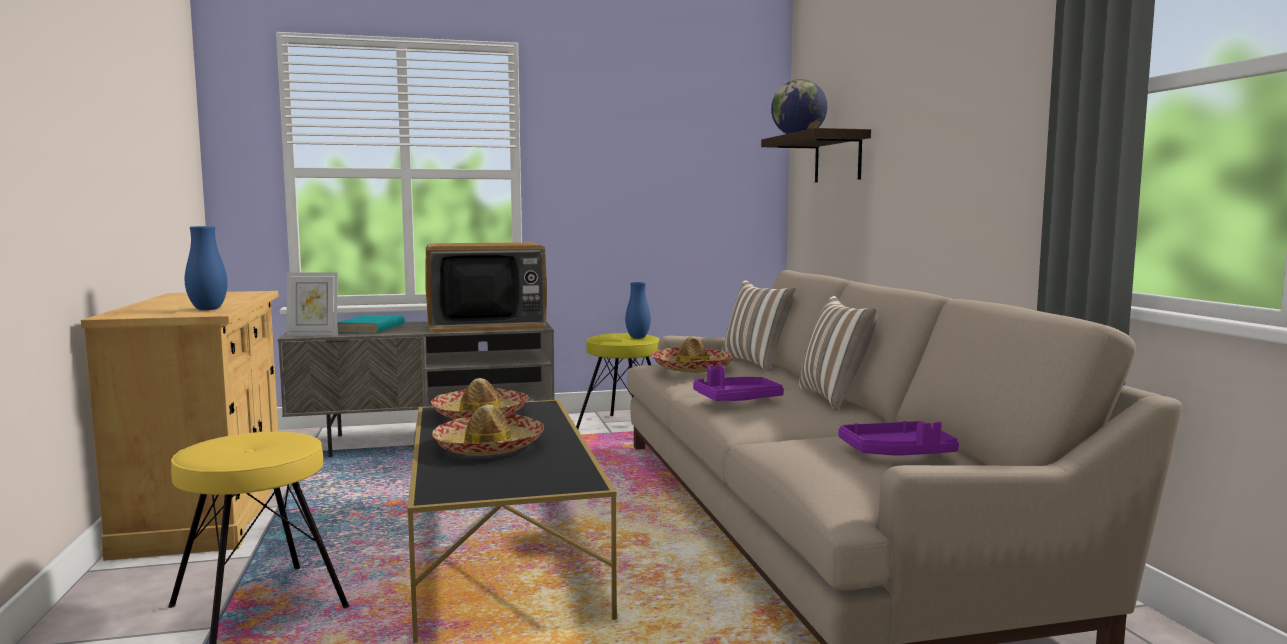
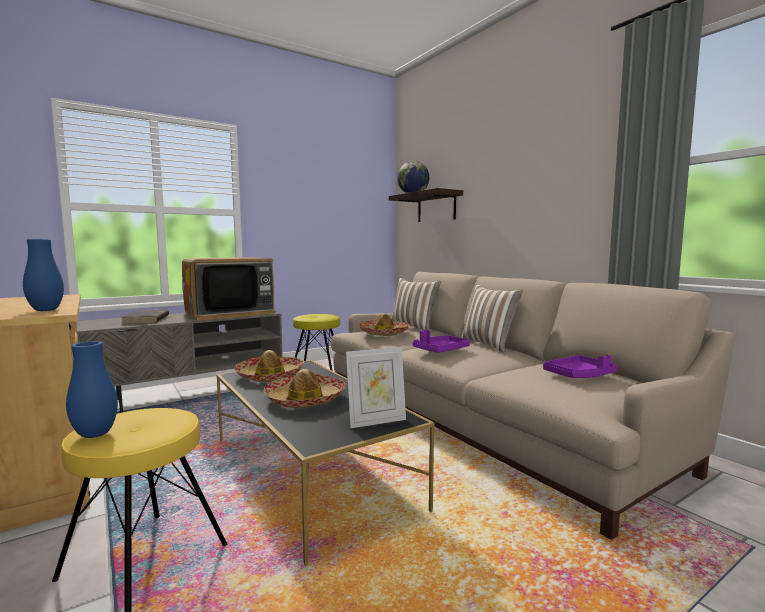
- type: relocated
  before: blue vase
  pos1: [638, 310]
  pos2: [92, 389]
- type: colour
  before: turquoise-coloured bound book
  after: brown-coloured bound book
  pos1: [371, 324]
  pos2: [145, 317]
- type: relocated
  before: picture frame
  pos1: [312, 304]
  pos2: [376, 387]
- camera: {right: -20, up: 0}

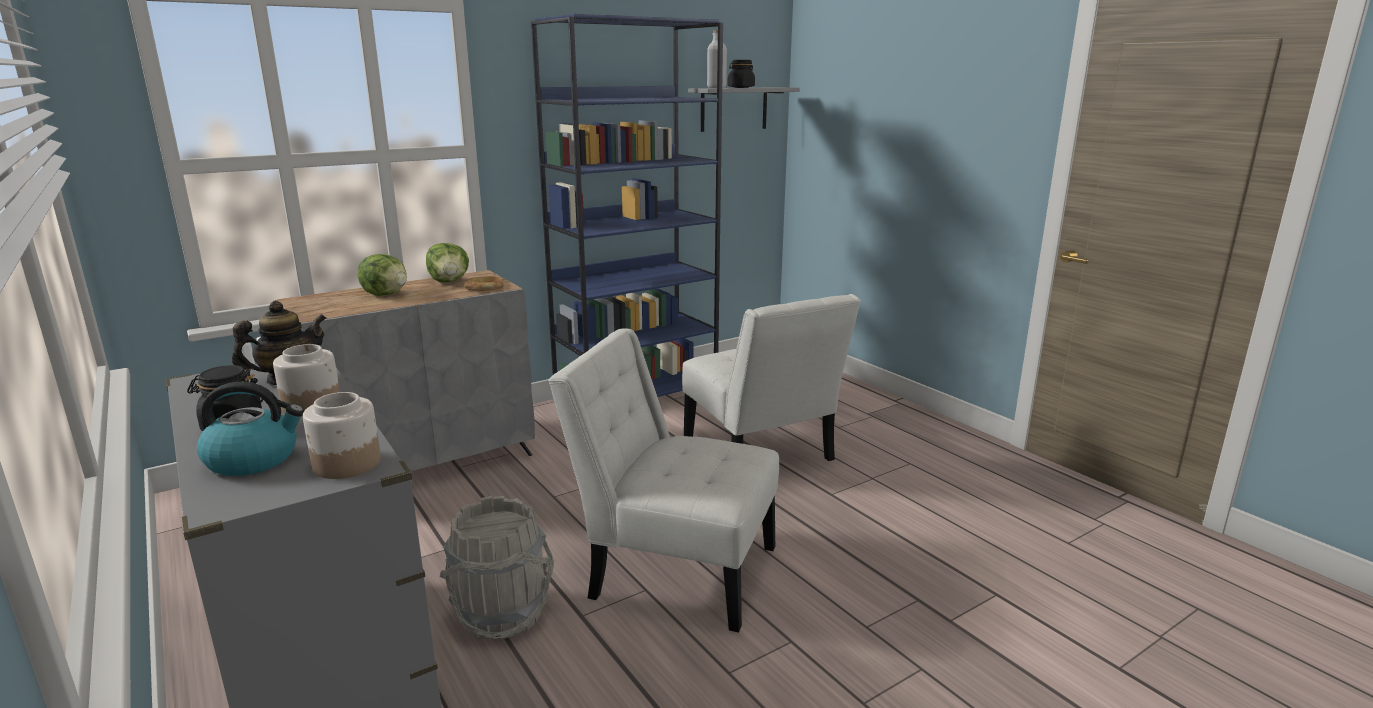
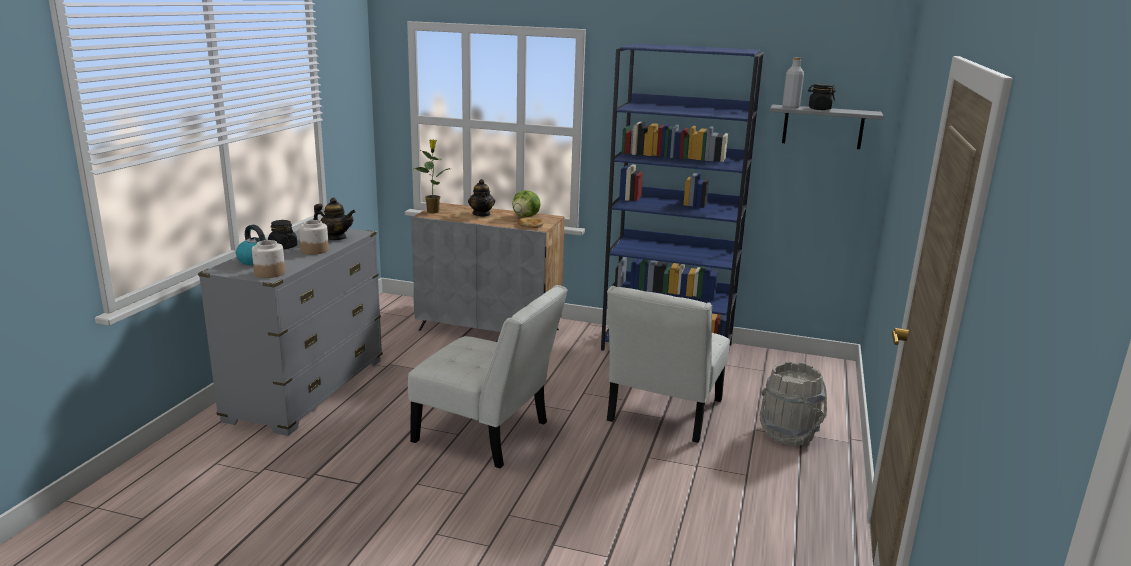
- type: spun
  before: whitish upright chair
  pos1: [663, 481]
  pos2: [488, 377]
  turn: 135
- type: appeared
  after: houseplant
  pos2: [432, 176]
- type: exchanged
  before: head of lettuce
  after: pot for tea
  pos1: [382, 275]
  pos2: [481, 198]
- type: relocated
  before: gray water bucket
  pos1: [497, 568]
  pos2: [793, 403]
- camera: {right: 50, up: 0}

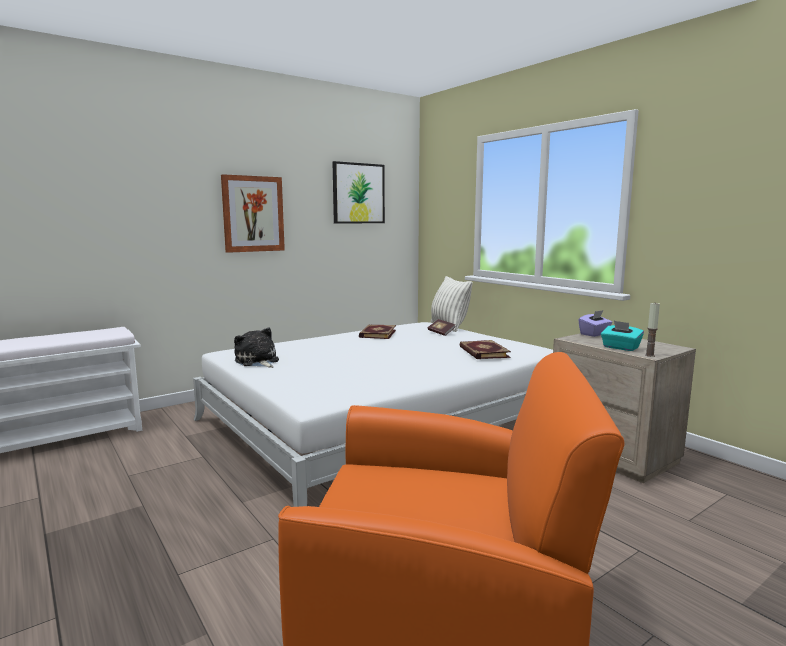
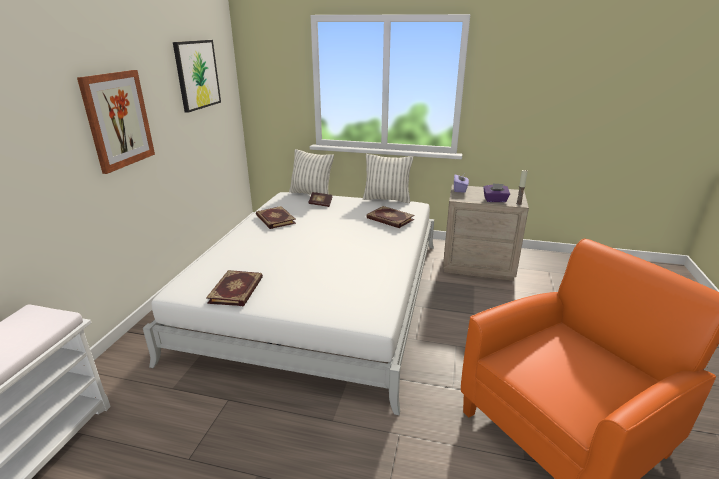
- type: exchanged
  before: plush toy
  after: bound book
  pos1: [256, 348]
  pos2: [234, 288]
- type: appeared
  after: cushion
  pos2: [388, 178]
- type: colour
  before: turquoise-coloured box of tissues
  after: purple-coloured box of tissues
  pos1: [622, 336]
  pos2: [496, 192]
- camera: {right: -40, up: 15}

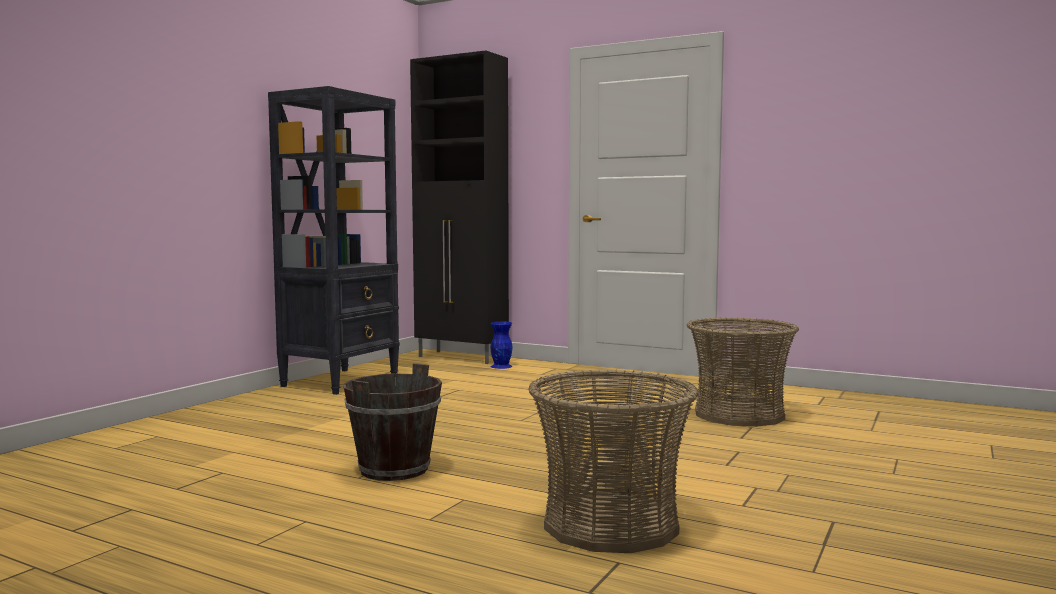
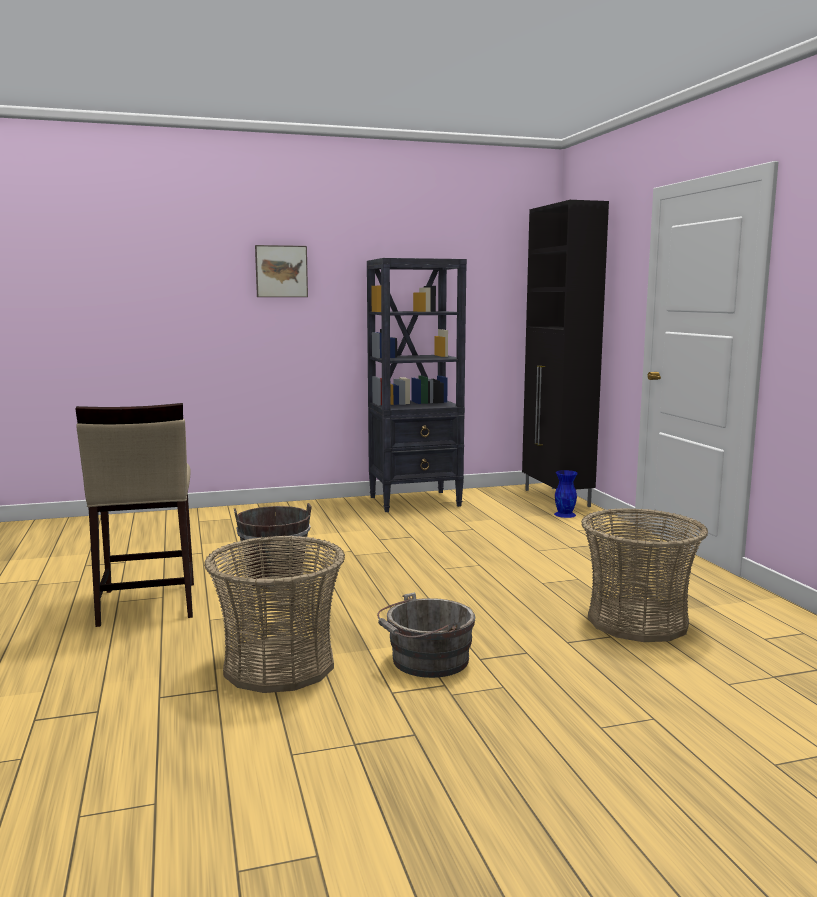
- type: appeared
  after: beige stool
  pos2: [134, 515]
- type: appeared
  after: picture
  pos2: [281, 271]
- type: appeared
  after: gray water bucket
  pos2: [426, 635]
- camera: {right: 45, up: 5}

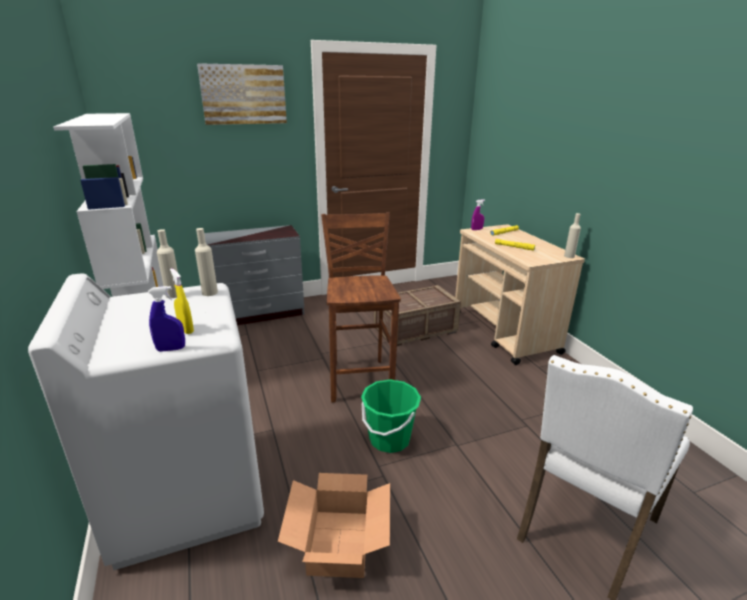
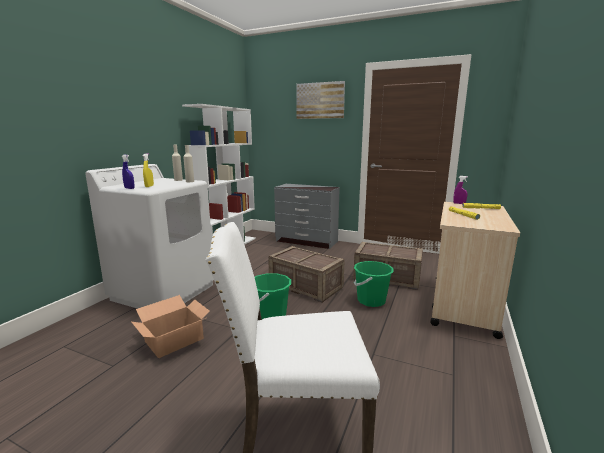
- type: exchanged
  before: brown-coloured stool
  after: shipping crate
  pos1: [361, 307]
  pos2: [306, 274]
- type: appeared
  after: green water bucket
  pos2: [374, 284]
- type: missing
  before: beige drink bottle
  pos1: [572, 235]
- camera: {right: 45, up: -10}

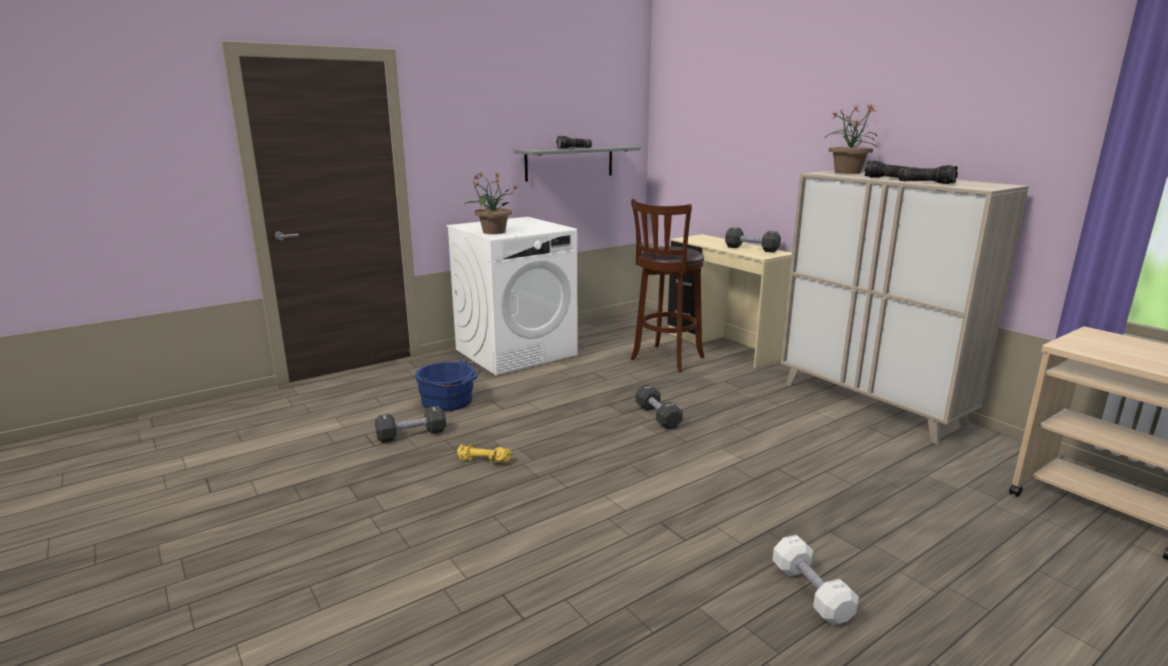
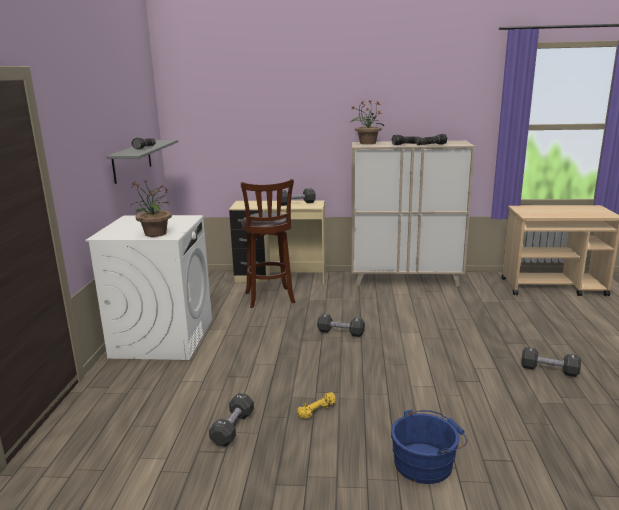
- type: relocated
  before: blue water bucket
  pos1: [448, 385]
  pos2: [429, 446]
- type: colour
  before: whitish free weight
  after: black free weight
  pos1: [816, 580]
  pos2: [551, 362]
- camera: {right: -50, up: 0}

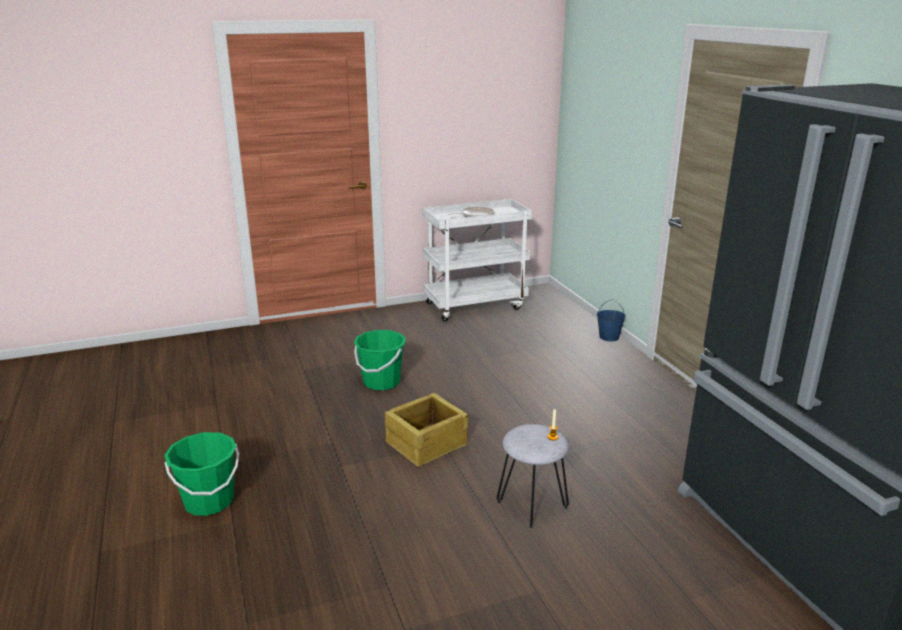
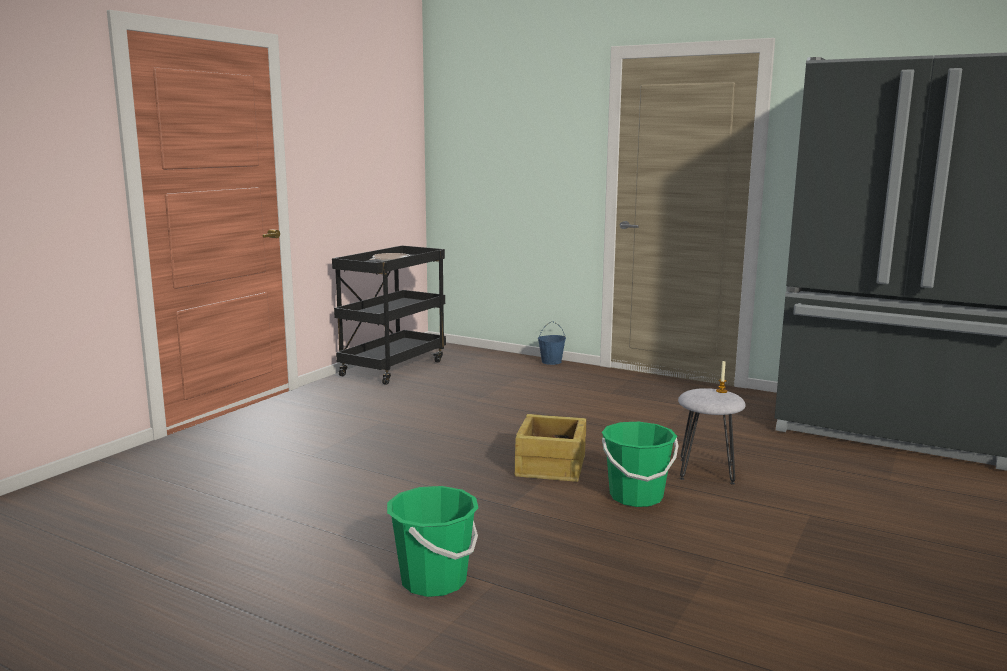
- type: colour
  before: whitish cart
  after: black cart
  pos1: [477, 260]
  pos2: [389, 315]
- type: relocated
  before: green water bucket
  pos1: [380, 360]
  pos2: [640, 464]
- camera: {right: -40, up: -10}

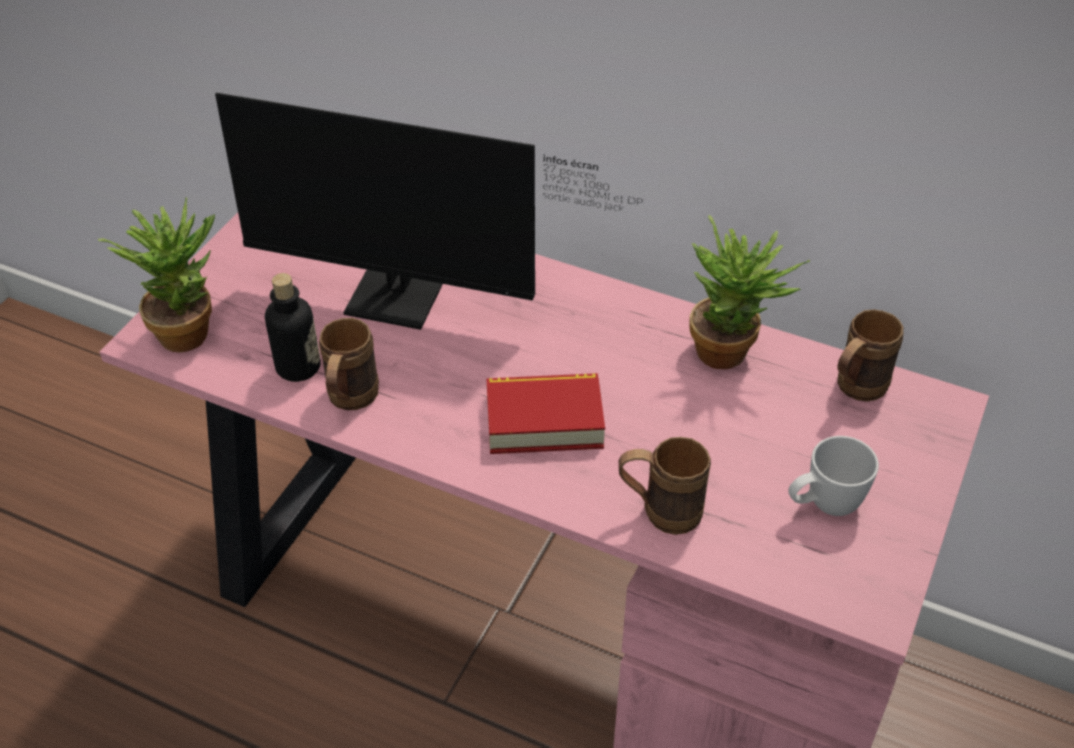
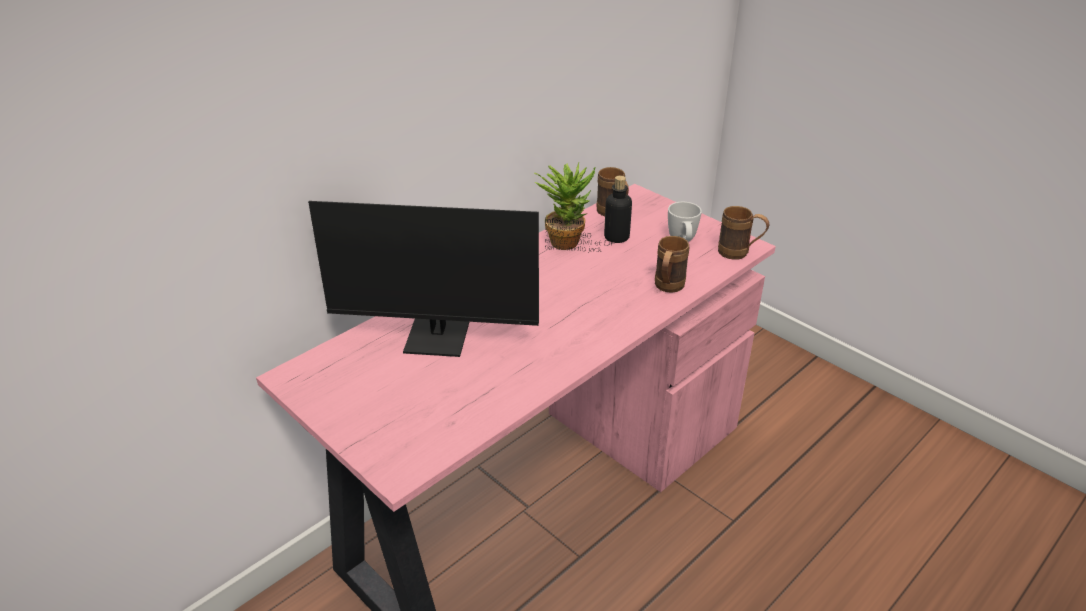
- type: spun
  before: monitor
  pos1: [429, 211]
  pos2: [461, 279]
  turn: 60
- type: relocated
  before: drink bottle
  pos1: [293, 327]
  pos2: [618, 209]
- type: relocated
  before: brown-coloured mug
  pos1: [349, 364]
  pos2: [743, 233]
- type: missing
  before: houseplant
  pos1: [156, 275]
- type: missing
  before: bound book
  pos1: [545, 413]
- camera: {right: -70, up: -10}

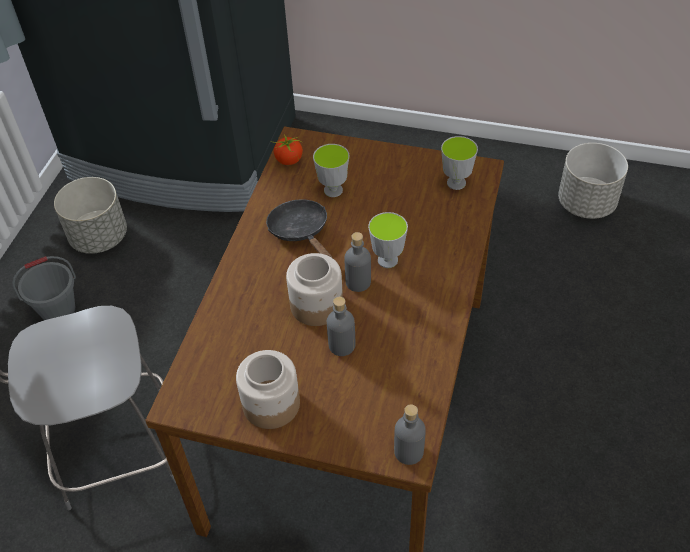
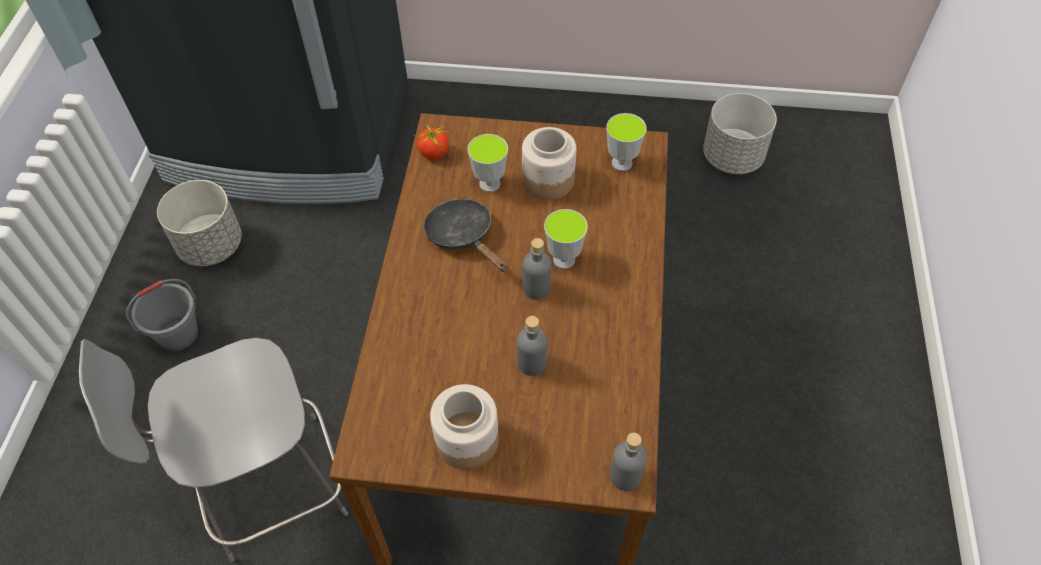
- type: relocated
  before: preserve jar
  pos1: [314, 289]
  pos2: [549, 163]
- camera: {right: -10, up: 5}

